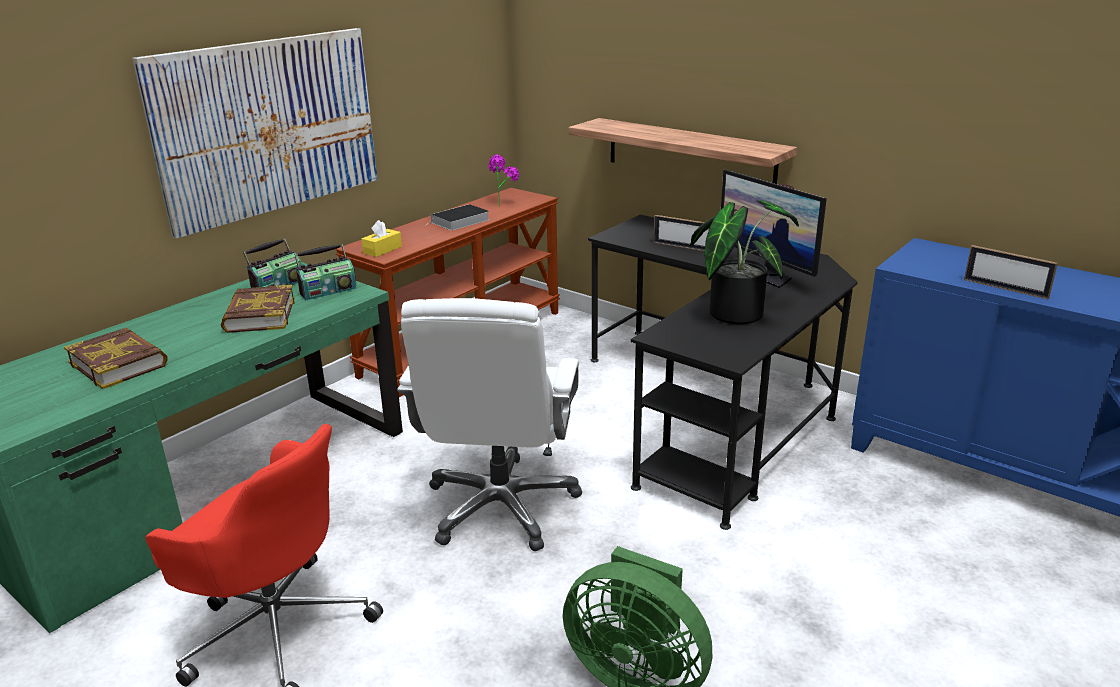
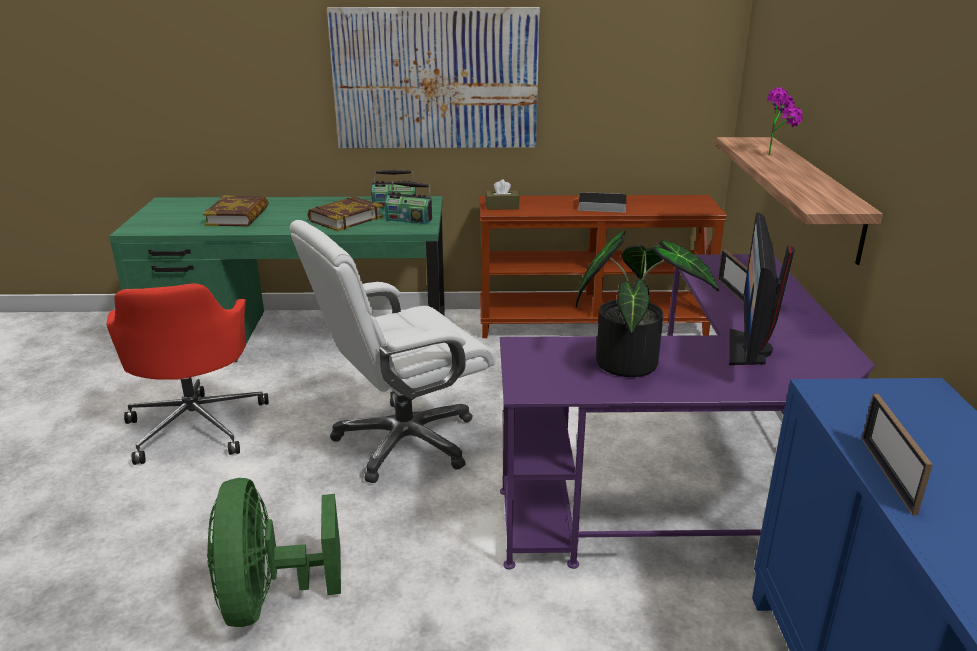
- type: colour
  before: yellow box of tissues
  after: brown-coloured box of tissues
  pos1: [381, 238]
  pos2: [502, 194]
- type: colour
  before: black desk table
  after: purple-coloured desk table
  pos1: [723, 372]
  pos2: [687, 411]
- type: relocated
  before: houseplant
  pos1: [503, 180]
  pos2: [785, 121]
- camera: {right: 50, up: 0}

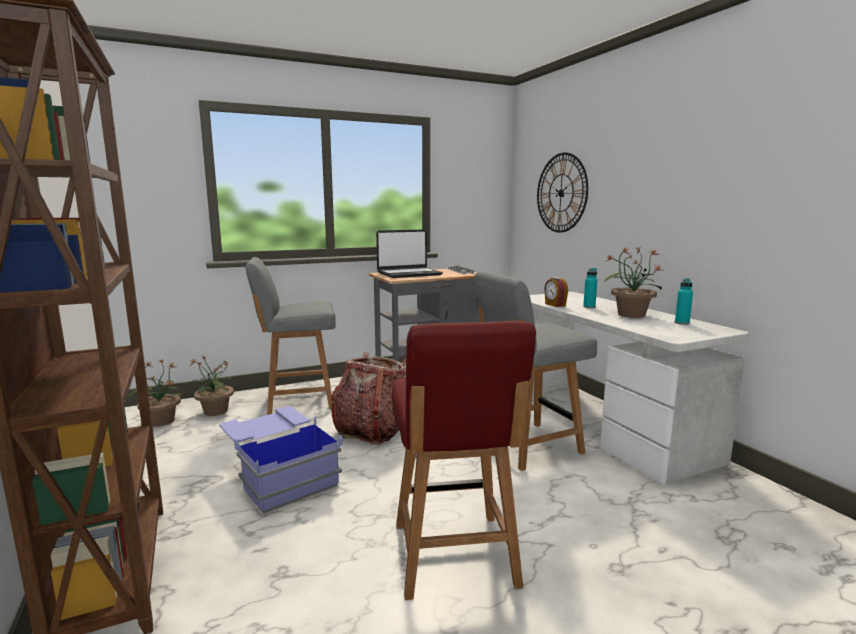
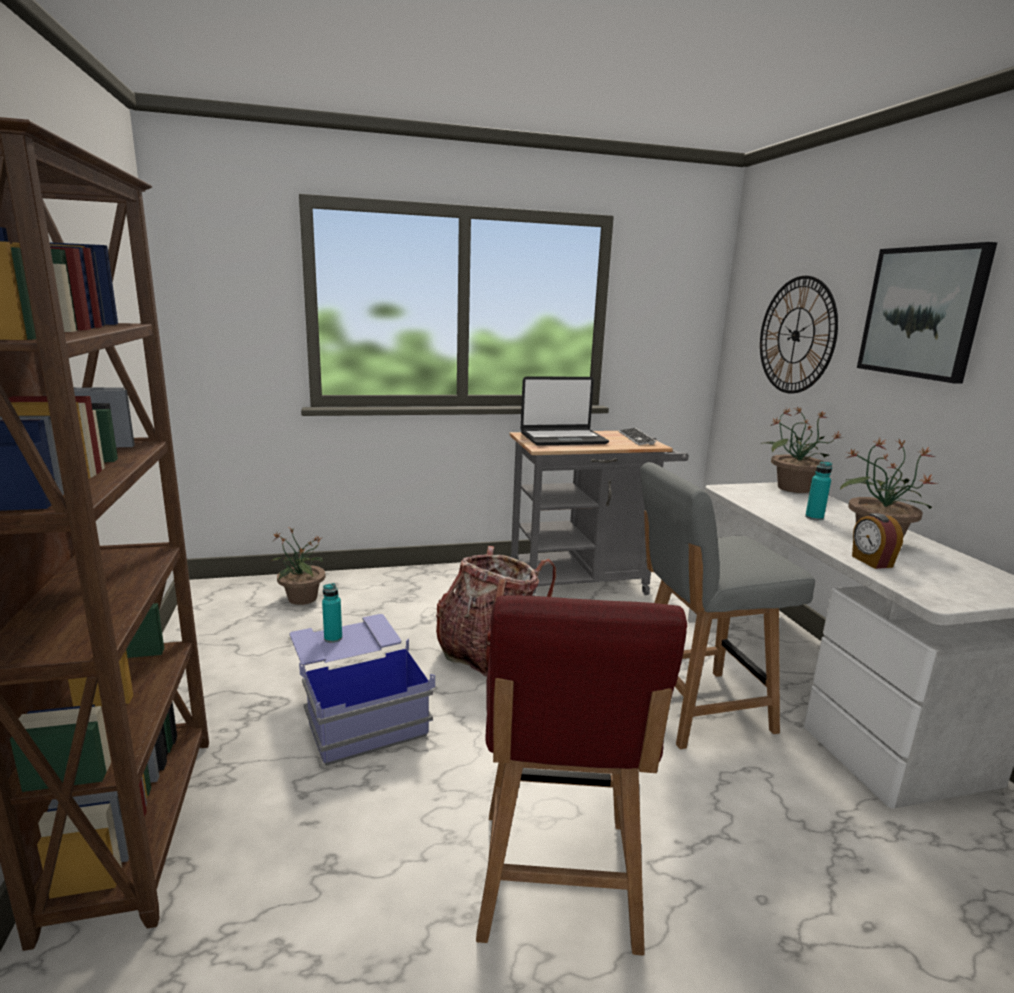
- type: relocated
  before: turquoise-coloured drink bottle
  pos1: [684, 301]
  pos2: [332, 613]
- type: relocated
  before: houseplant
  pos1: [156, 392]
  pos2: [801, 449]
- type: relocated
  before: table clock
  pos1: [556, 292]
  pos2: [877, 541]
- type: appeared
  after: picture
  pos2: [927, 313]
- type: missing
  before: gray upright chair
  pos1: [291, 336]
- camera: {right: 10, up: 5}

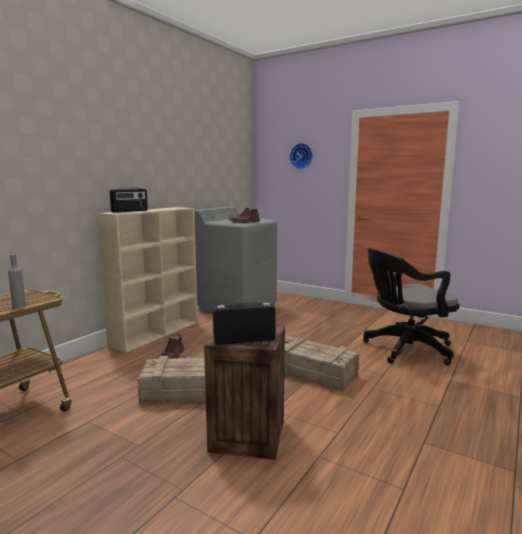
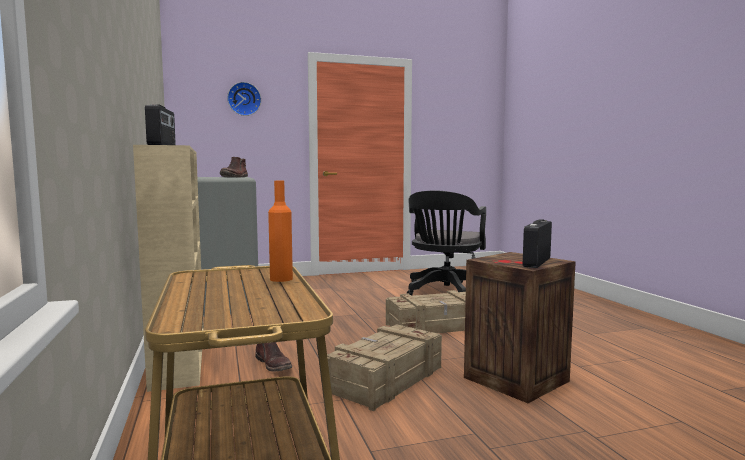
- type: colour
  before: gray drink bottle
  after: orange-coloured drink bottle
  pos1: [17, 281]
  pos2: [280, 231]
- camera: {right: -50, up: -5}

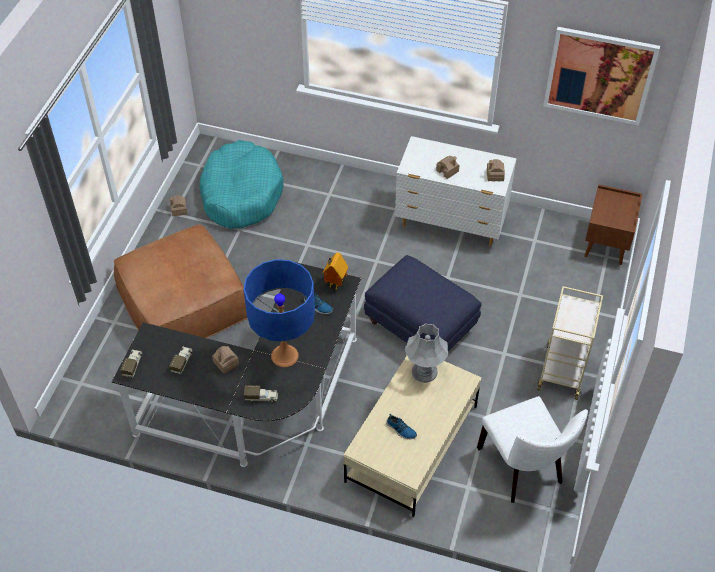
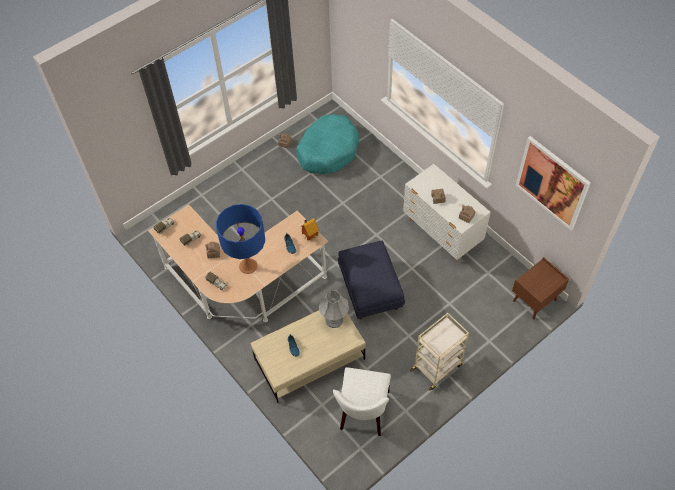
- type: colour
  before: black desk table
  after: beige desk table
  pos1: [236, 364]
  pos2: [238, 263]
- type: missing
  before: brown-coloured ottoman
  pos1: [181, 281]
- camera: {right: 35, up: 5}

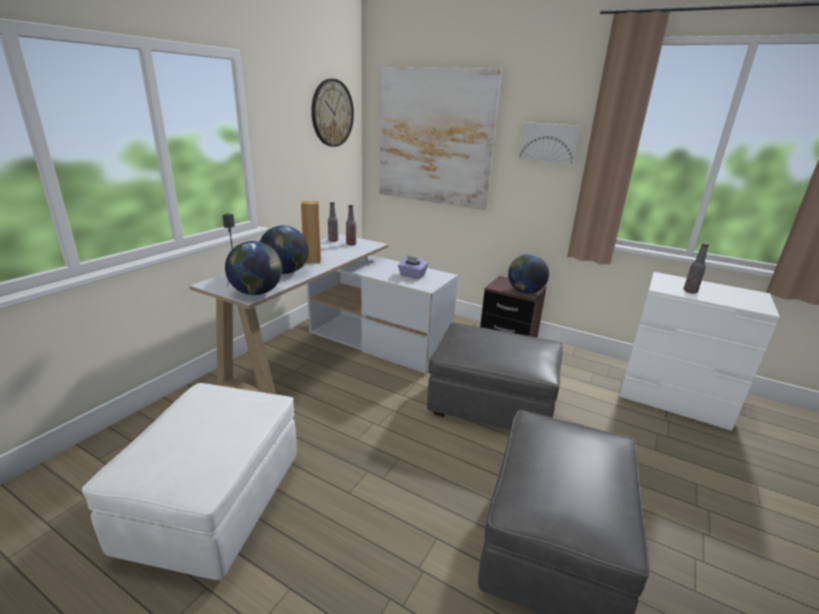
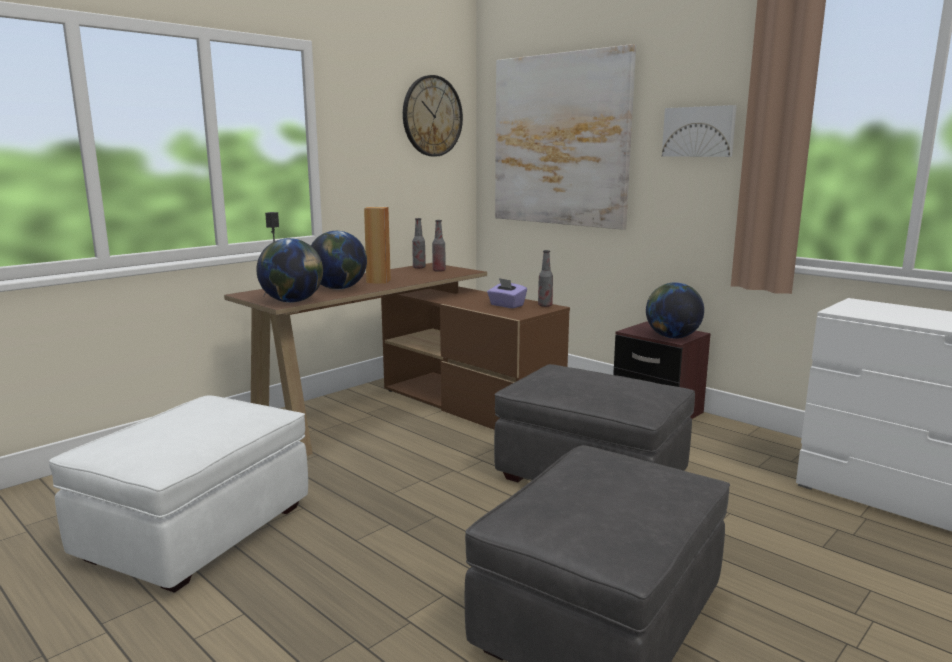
- type: colour
  before: whitish desk table
  after: brown-coloured desk table
  pos1: [323, 314]
  pos2: [397, 359]
- type: relocated
  before: drink bottle
  pos1: [696, 268]
  pos2: [545, 278]
- camera: {right: 15, up: -10}

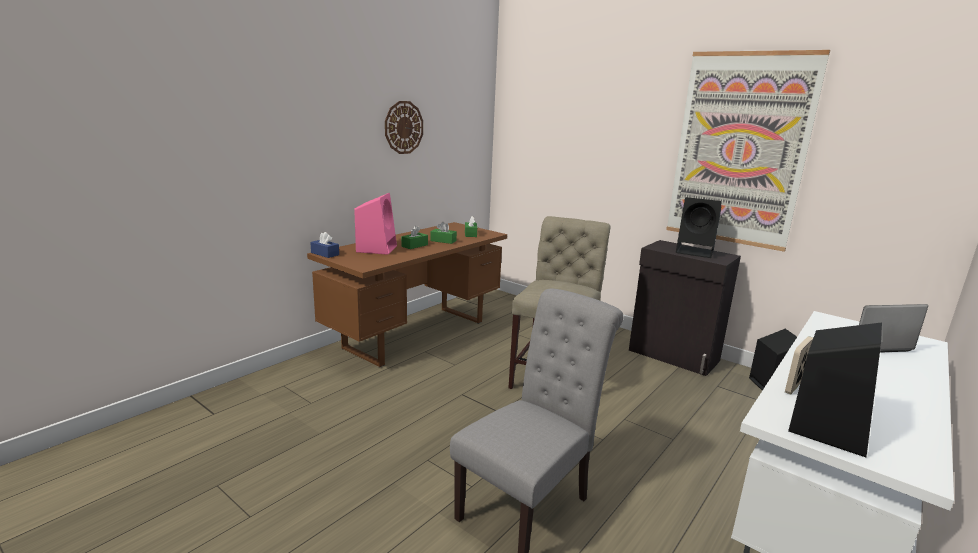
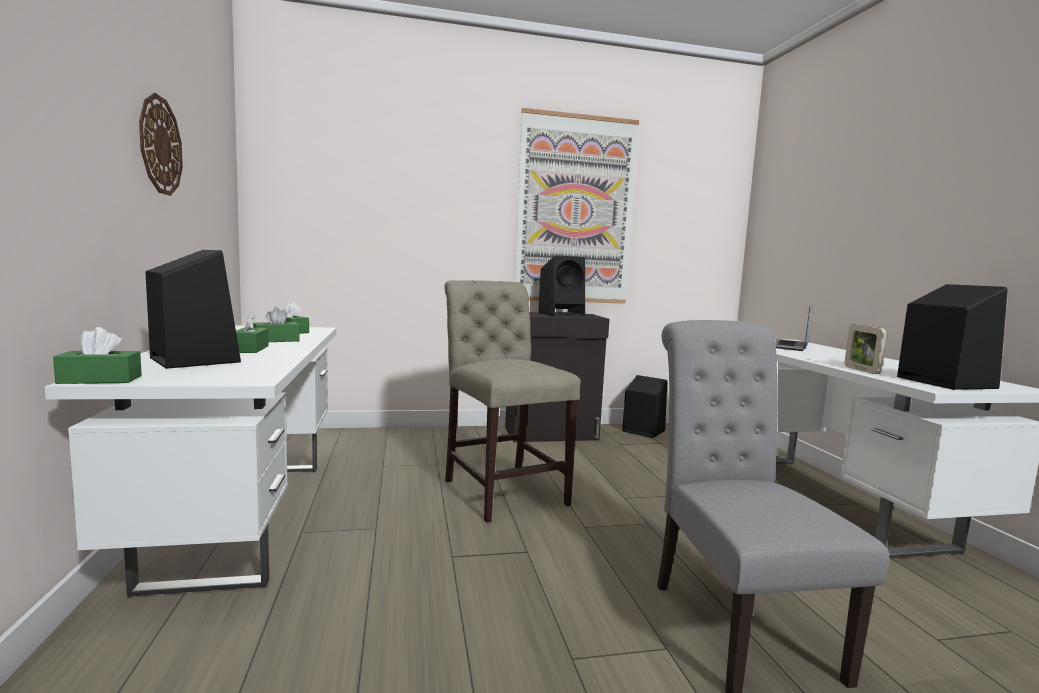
- type: colour
  before: brown-coloured desk table
  after: whitish desk table
  pos1: [407, 295]
  pos2: [190, 462]
- type: colour
  before: blue box of tissues
  after: green box of tissues
  pos1: [324, 245]
  pos2: [97, 355]
- type: colour
  before: pink speaker
  after: black speaker
  pos1: [375, 224]
  pos2: [193, 309]
- camera: {right: -50, up: -10}

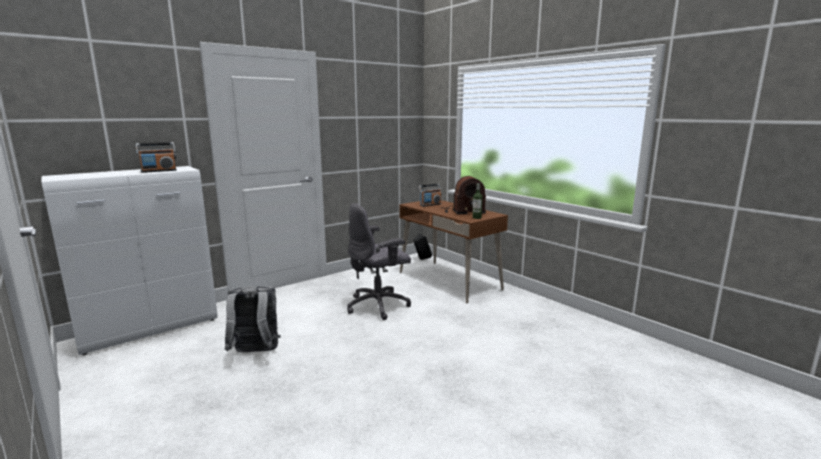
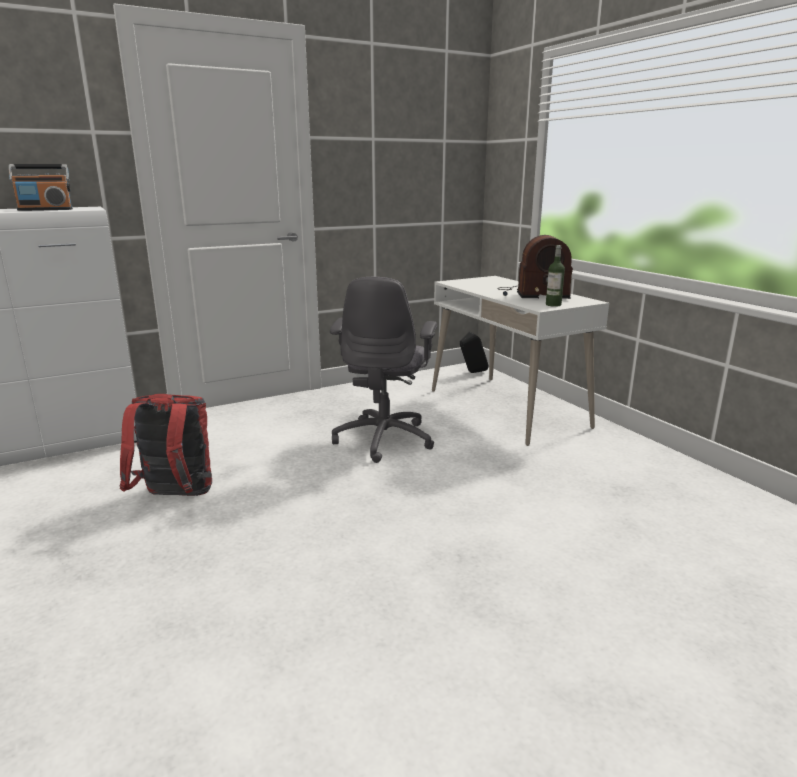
- type: colour
  before: gray knapsack
  after: reddish knapsack
  pos1: [253, 319]
  pos2: [166, 445]
- type: spun
  before: gray desk chair
  pos1: [379, 261]
  pos2: [383, 370]
  turn: -60
- type: colour
  before: brown-coloured desk table
  after: whitish desk table
  pos1: [453, 251]
  pos2: [520, 361]
- type: missing
  before: radio
  pos1: [430, 195]
- camera: {right: 10, up: 5}

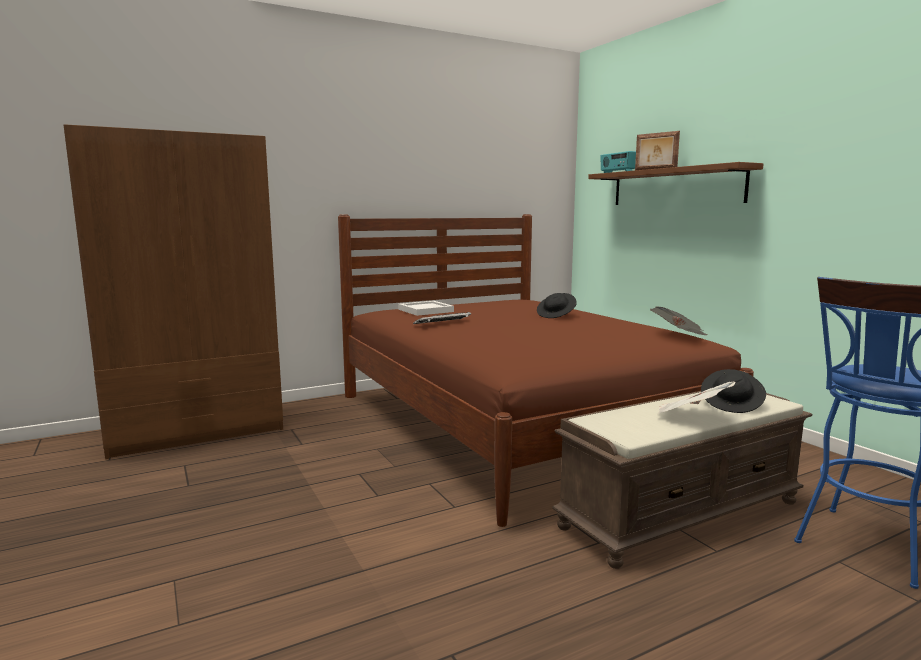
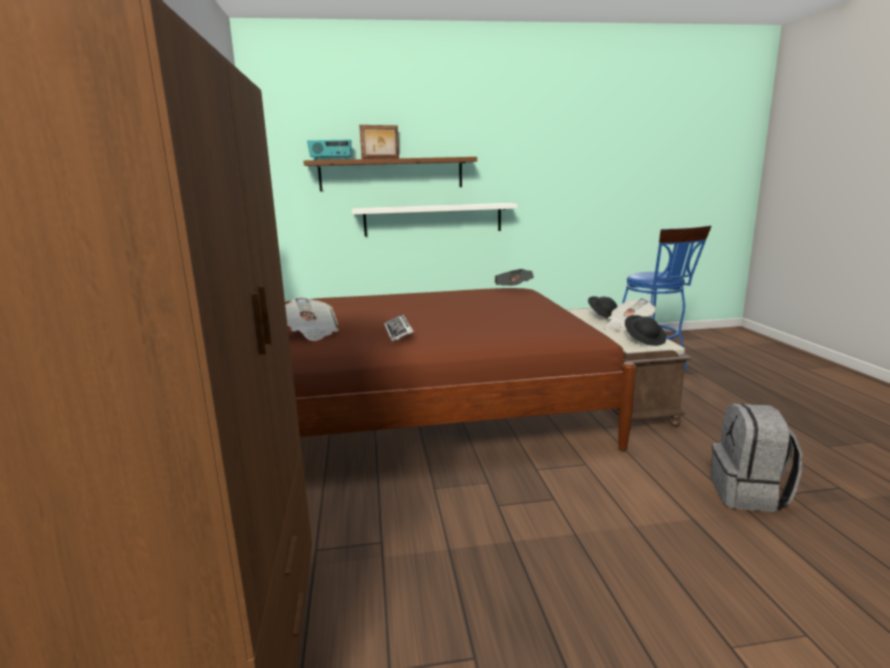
- type: exchanged
  before: whitish serving tray
  after: newspaper
  pos1: [426, 308]
  pos2: [312, 319]
- type: appeared
  after: whitish shelf
  pos2: [435, 220]
- type: relocated
  before: black wearable hat
  pos1: [557, 305]
  pos2: [645, 330]
- type: appeared
  after: gray knapsack
  pos2: [756, 457]
- camera: {right: -70, up: 5}

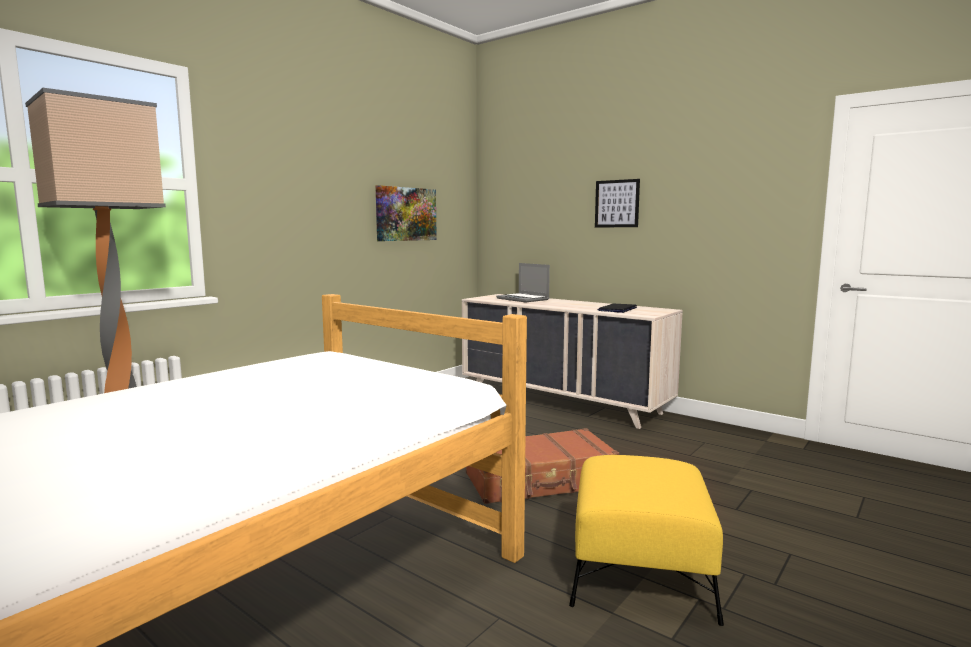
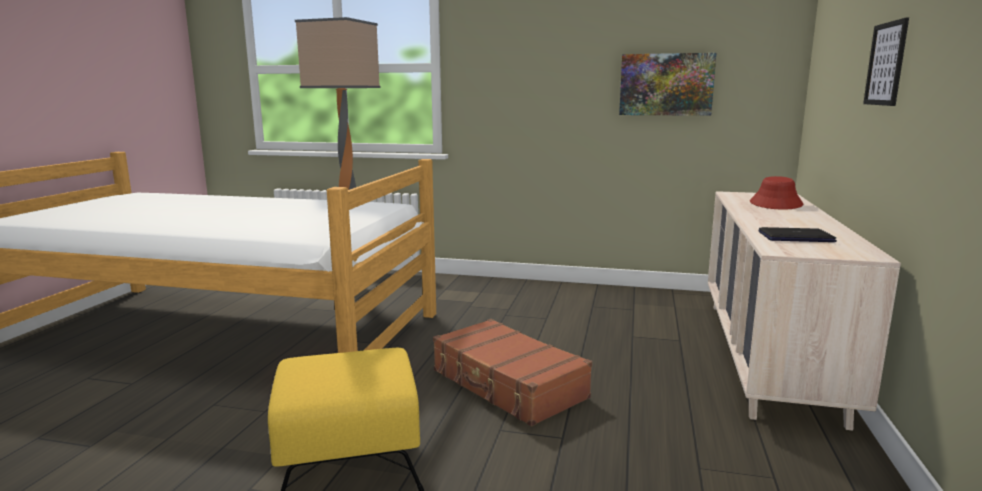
- type: exchanged
  before: notebook computer
  after: reddish wearable hat
  pos1: [523, 283]
  pos2: [776, 193]
- camera: {right: 65, up: 5}

